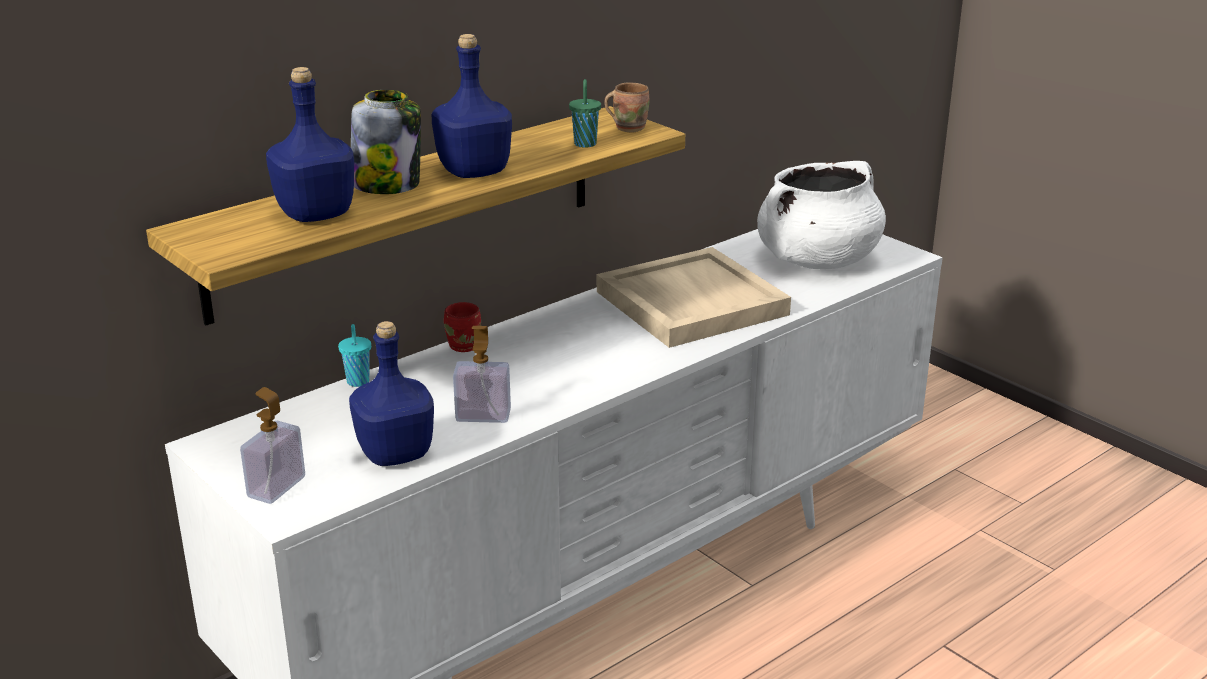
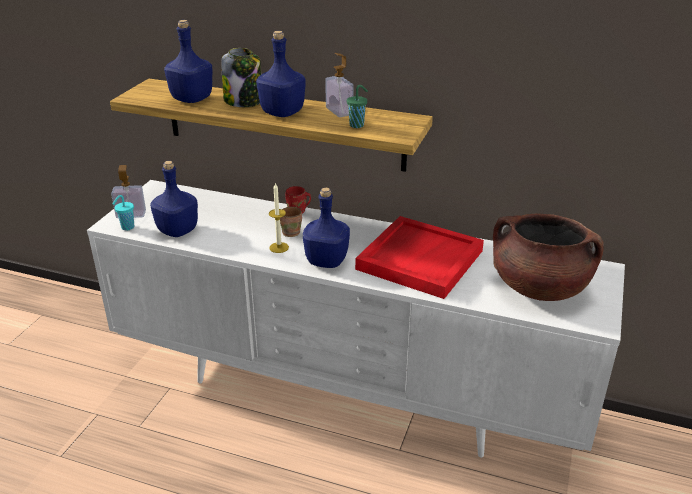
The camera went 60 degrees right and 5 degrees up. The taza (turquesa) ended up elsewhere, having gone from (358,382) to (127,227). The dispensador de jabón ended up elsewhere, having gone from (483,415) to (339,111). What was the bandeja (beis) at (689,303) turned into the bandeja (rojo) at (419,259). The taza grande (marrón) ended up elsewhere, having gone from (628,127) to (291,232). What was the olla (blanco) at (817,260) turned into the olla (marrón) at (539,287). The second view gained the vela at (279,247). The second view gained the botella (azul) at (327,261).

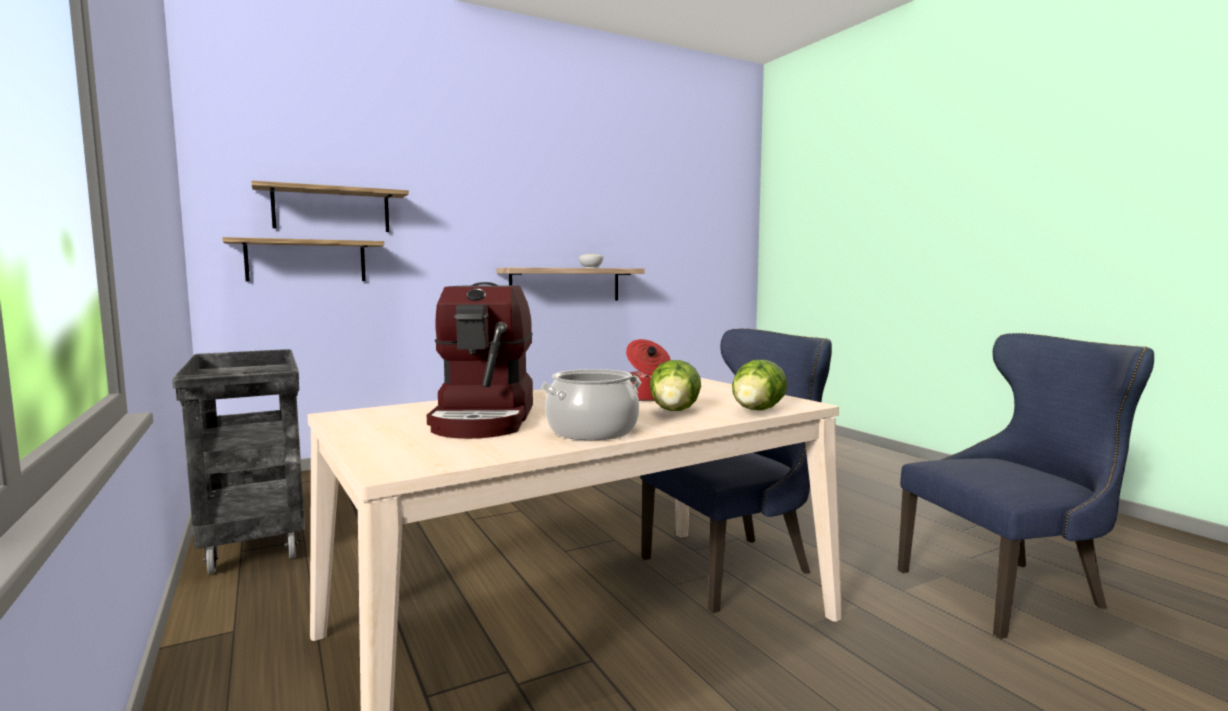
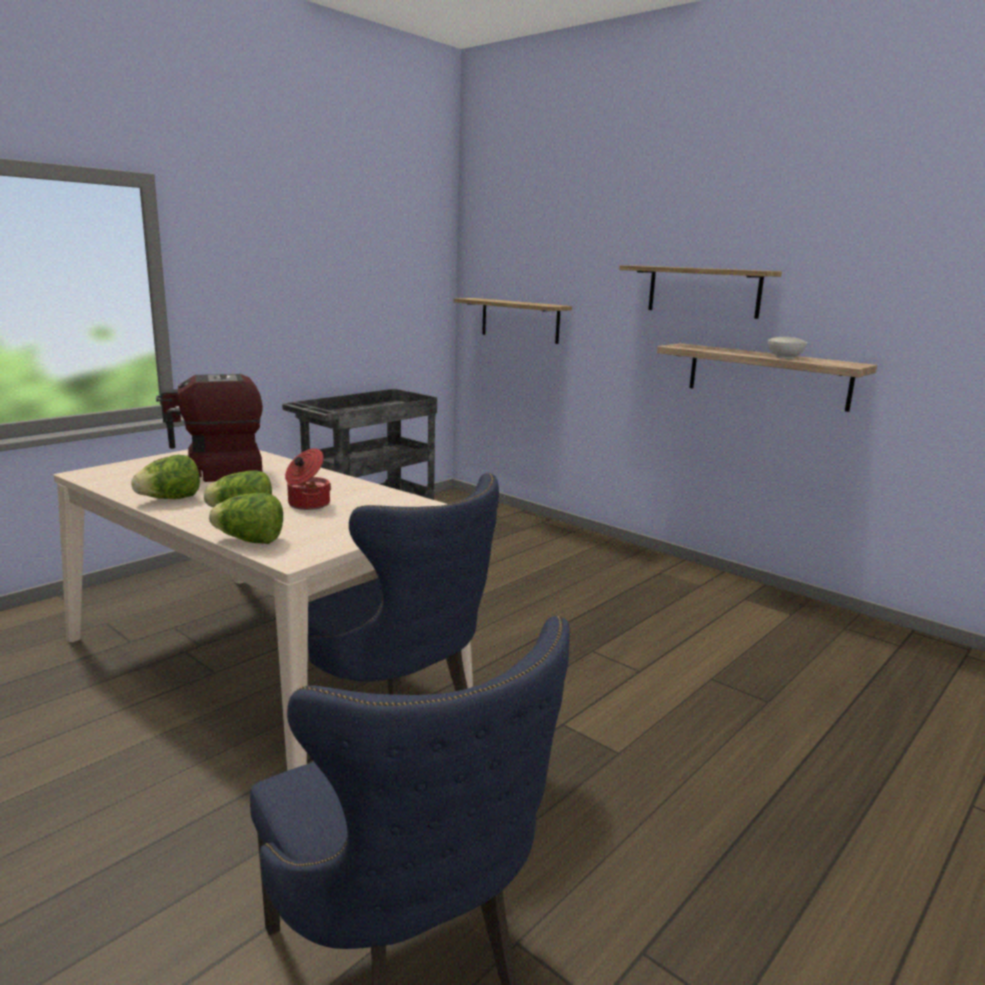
The camera went 70 degrees right and 10 degrees up. The estante ended up elsewhere, having gone from (332,210) to (703,291). Where the olla stood at (592,431), the lechuga came to stand at (170,499).

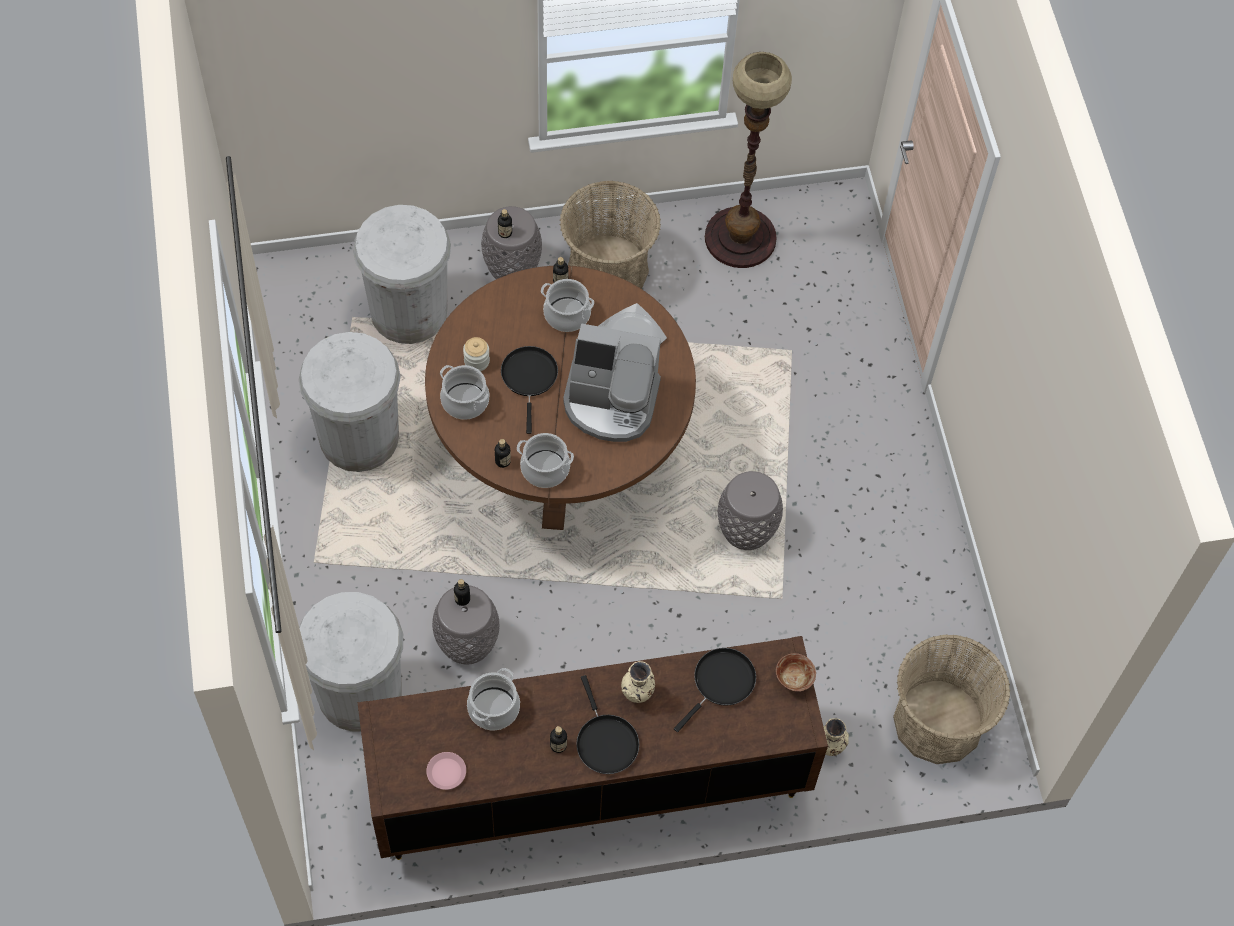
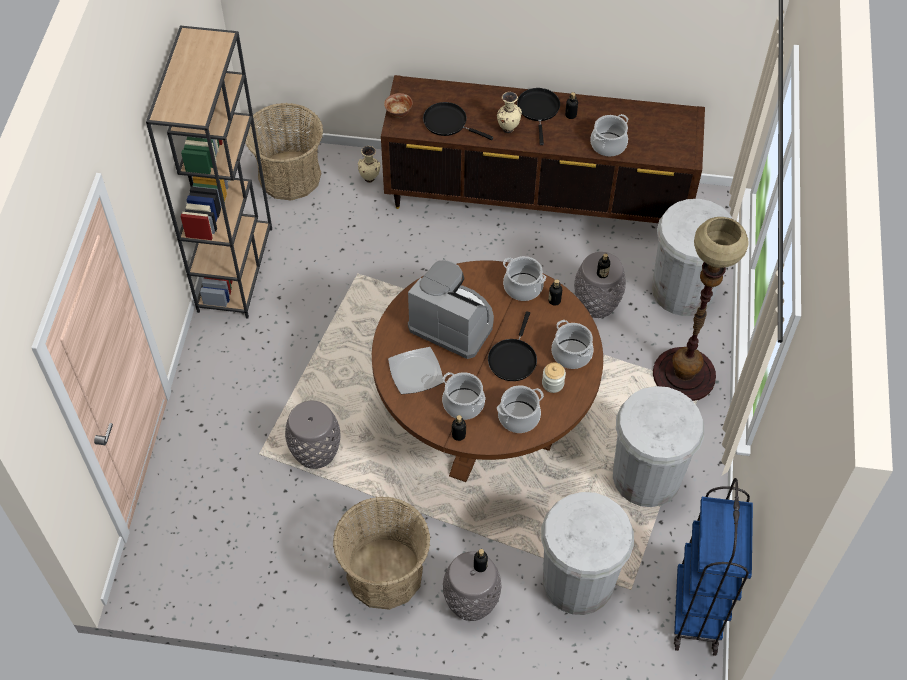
The camera went 160 degrees left and 5 degrees down. The second view lost the plato (rosa) at (446,772). The sartén (negro) at (721,683) ended up facing another way, 60 degrees clockwise from before. The lámpara de pie ended up elsewhere, having gone from (740,238) to (684,374). The taburete (gris) ended up elsewhere, having gone from (747,529) to (315,451). The second view gained the estantería at (235,269). The second view gained the olla at (518,416). The second view gained the carrito (azul) at (697,610).

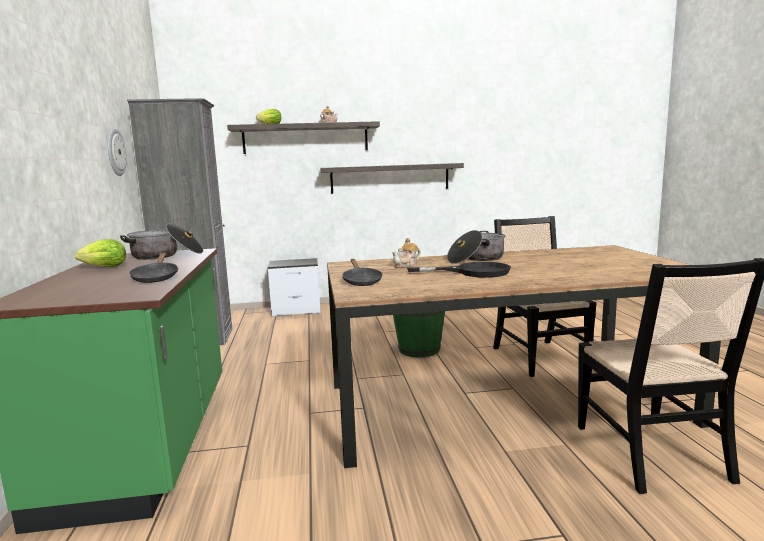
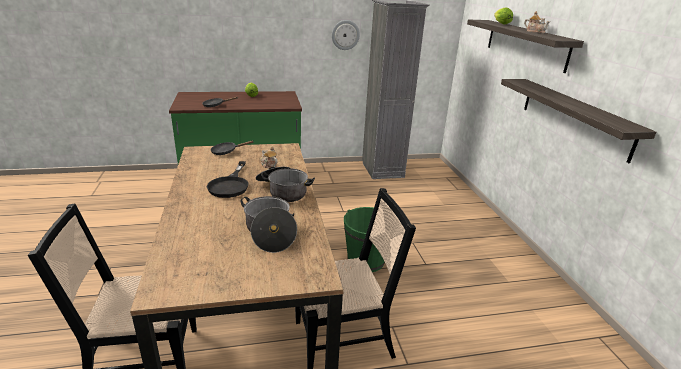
The camera went 85 degrees right and 15 degrees up. The olla ended up elsewhere, having gone from (166,255) to (269,233). The second view lost the mesita de noche at (297,310).

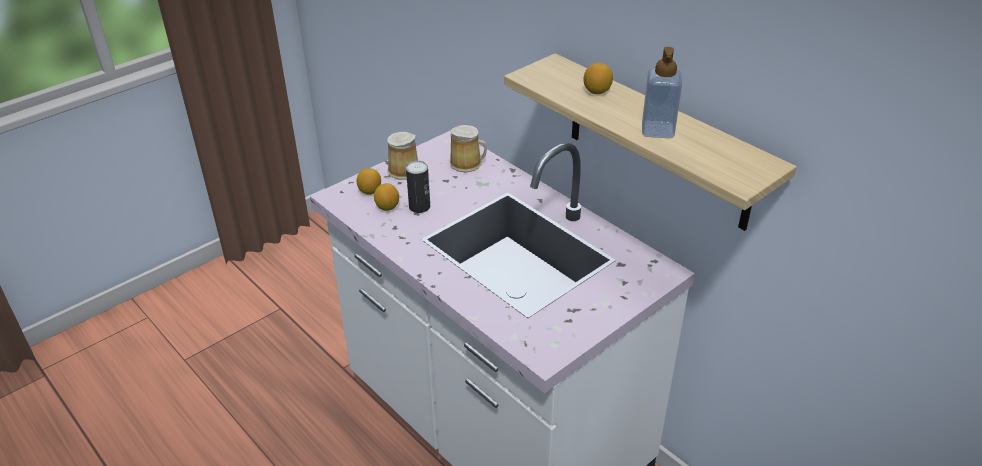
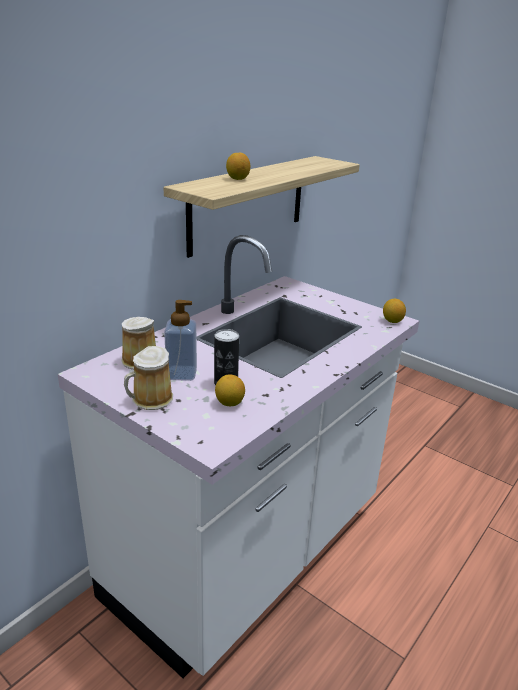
The camera went 100 degrees left and 10 degrees down. The limón ended up elsewhere, having gone from (370,191) to (392,321). The dispensador de jabón ended up elsewhere, having gone from (657,130) to (181,374).

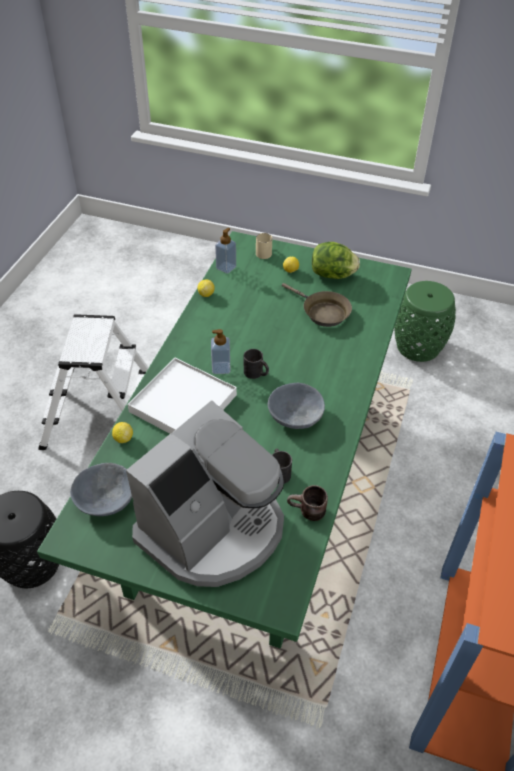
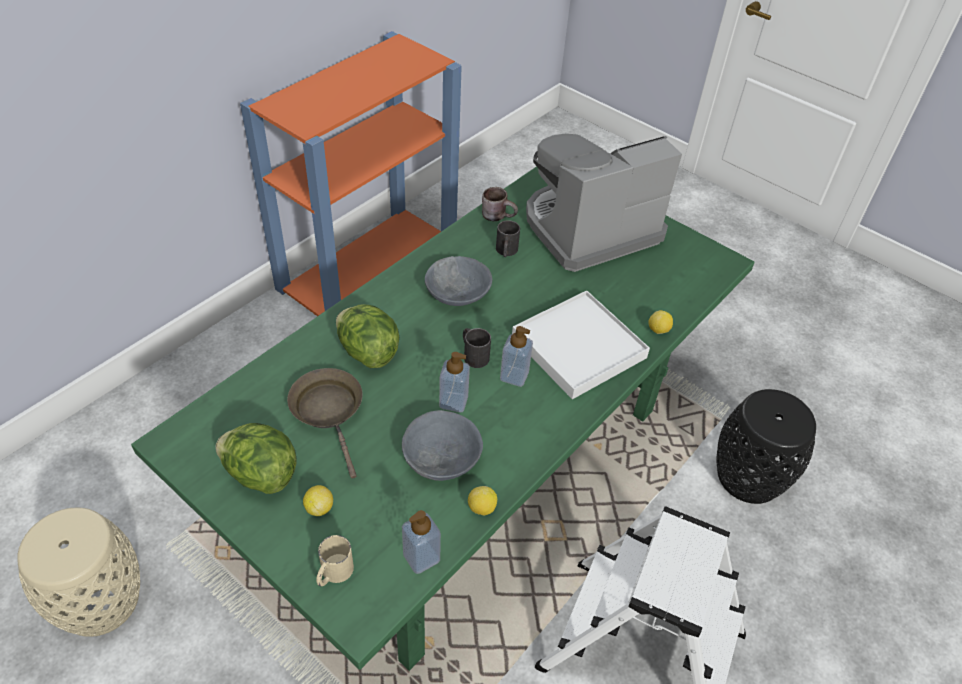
The camera went 160 degrees left and 0 degrees up. The cuenco (gris) ended up elsewhere, having gone from (105,500) to (442,457). What was the taburete (verde) at (418,347) turned into the taburete (beis) at (100,601). The second view gained the lechuga at (367,352). The second view gained the dispensador de jabón at (453,402).

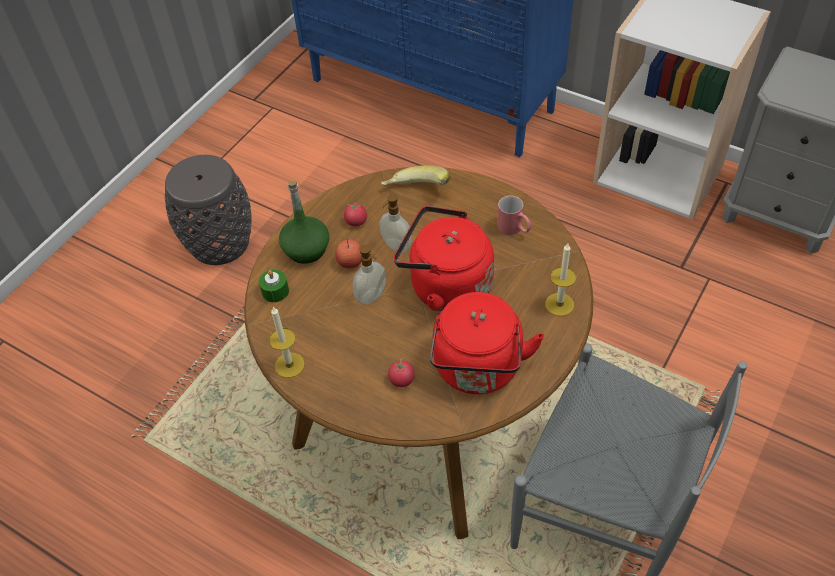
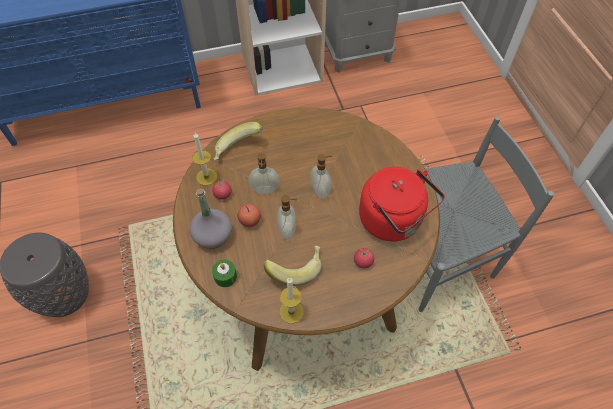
The camera went 50 degrees left and 5 degrees up. What was the botella (verde) at (306,249) turned into the botella (gris) at (212,235). Where the hervidor (rojo) stood at (445,286), the dispensador de jabón came to stand at (321,190). The second view lost the taza grande (rojo) at (514,229). The vela ended up elsewhere, having gone from (559,304) to (206,177). The second view gained the plátano at (295,268).

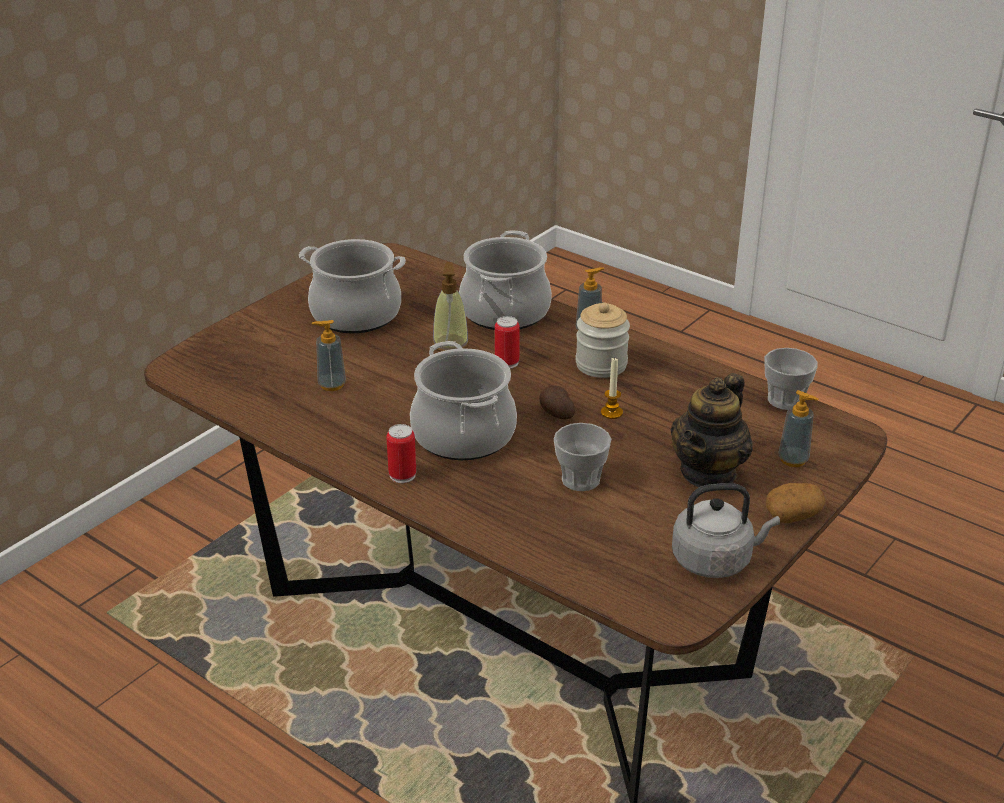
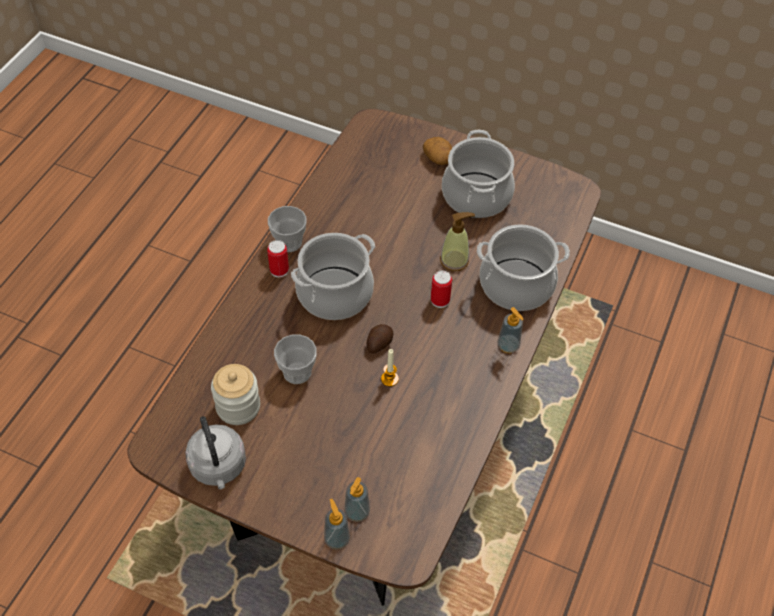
The camera went 75 degrees right and 20 degrees up. The dispensador de jabón ended up elsewhere, having gone from (332,385) to (337,539). The tarro ended up elsewhere, having gone from (601,365) to (238,406). The second view lost the tetera at (709,473). The taza ended up elsewhere, having gone from (785,400) to (289,242). The patata ended up elsewhere, having gone from (793,514) to (439,158).

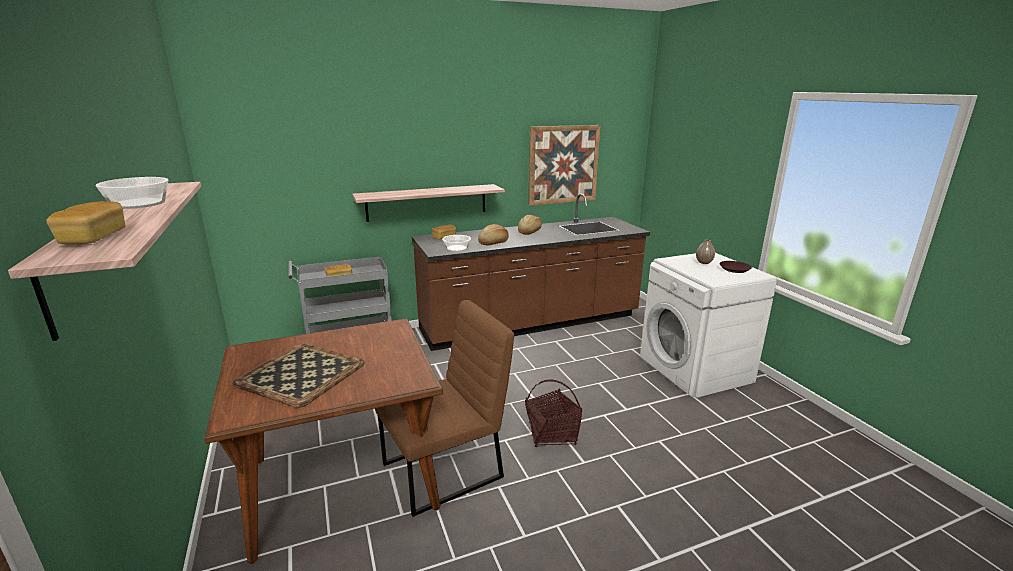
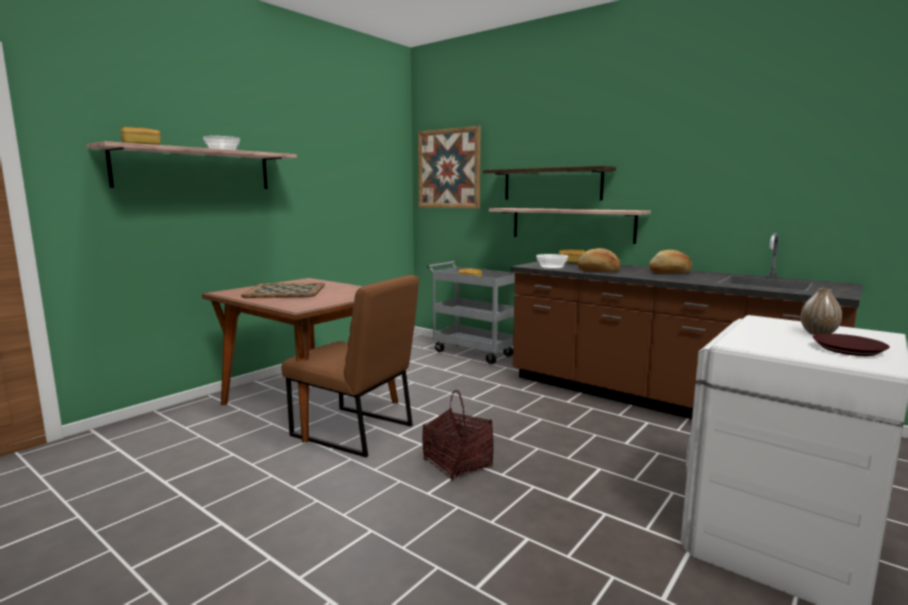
The camera went 60 degrees right and 10 degrees down. The cuadro ended up elsewhere, having gone from (563,164) to (449,168). The second view gained the estante at (551,184).

